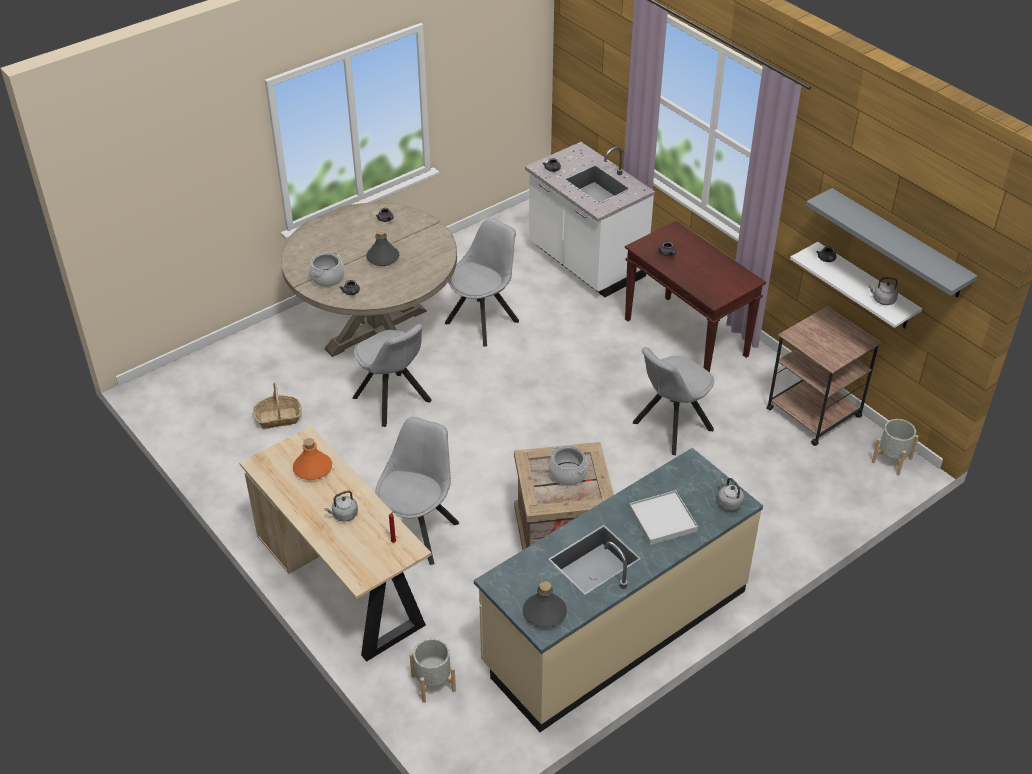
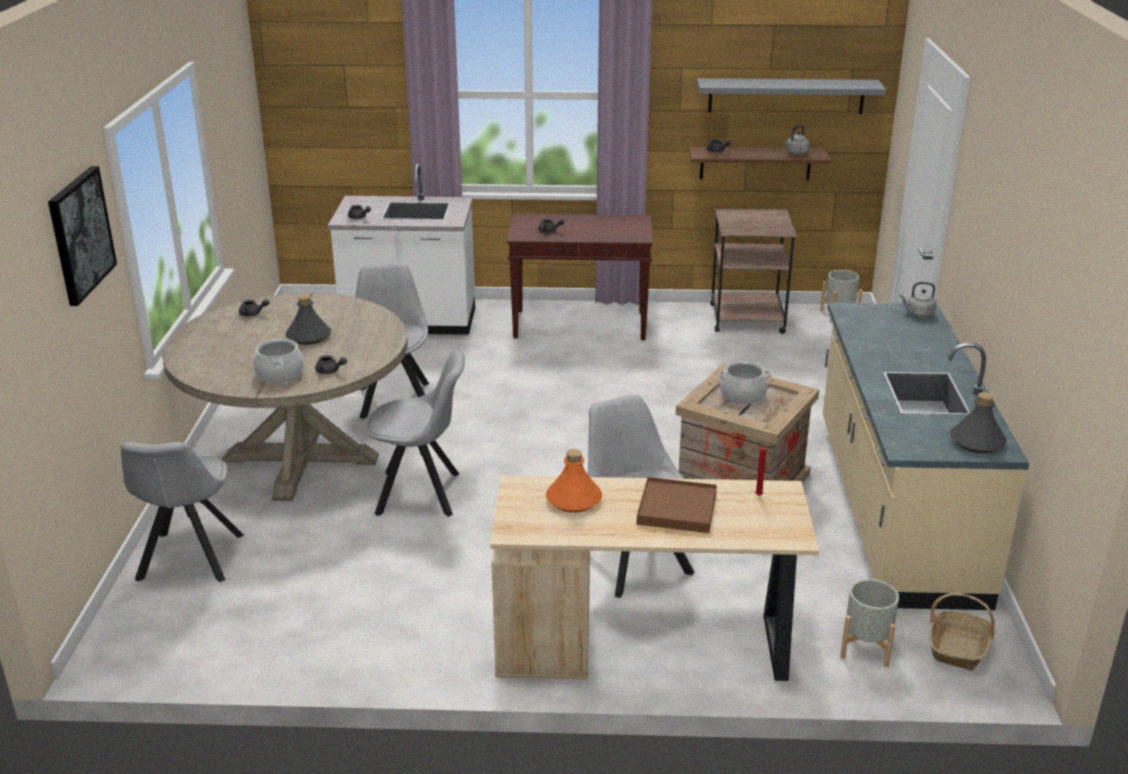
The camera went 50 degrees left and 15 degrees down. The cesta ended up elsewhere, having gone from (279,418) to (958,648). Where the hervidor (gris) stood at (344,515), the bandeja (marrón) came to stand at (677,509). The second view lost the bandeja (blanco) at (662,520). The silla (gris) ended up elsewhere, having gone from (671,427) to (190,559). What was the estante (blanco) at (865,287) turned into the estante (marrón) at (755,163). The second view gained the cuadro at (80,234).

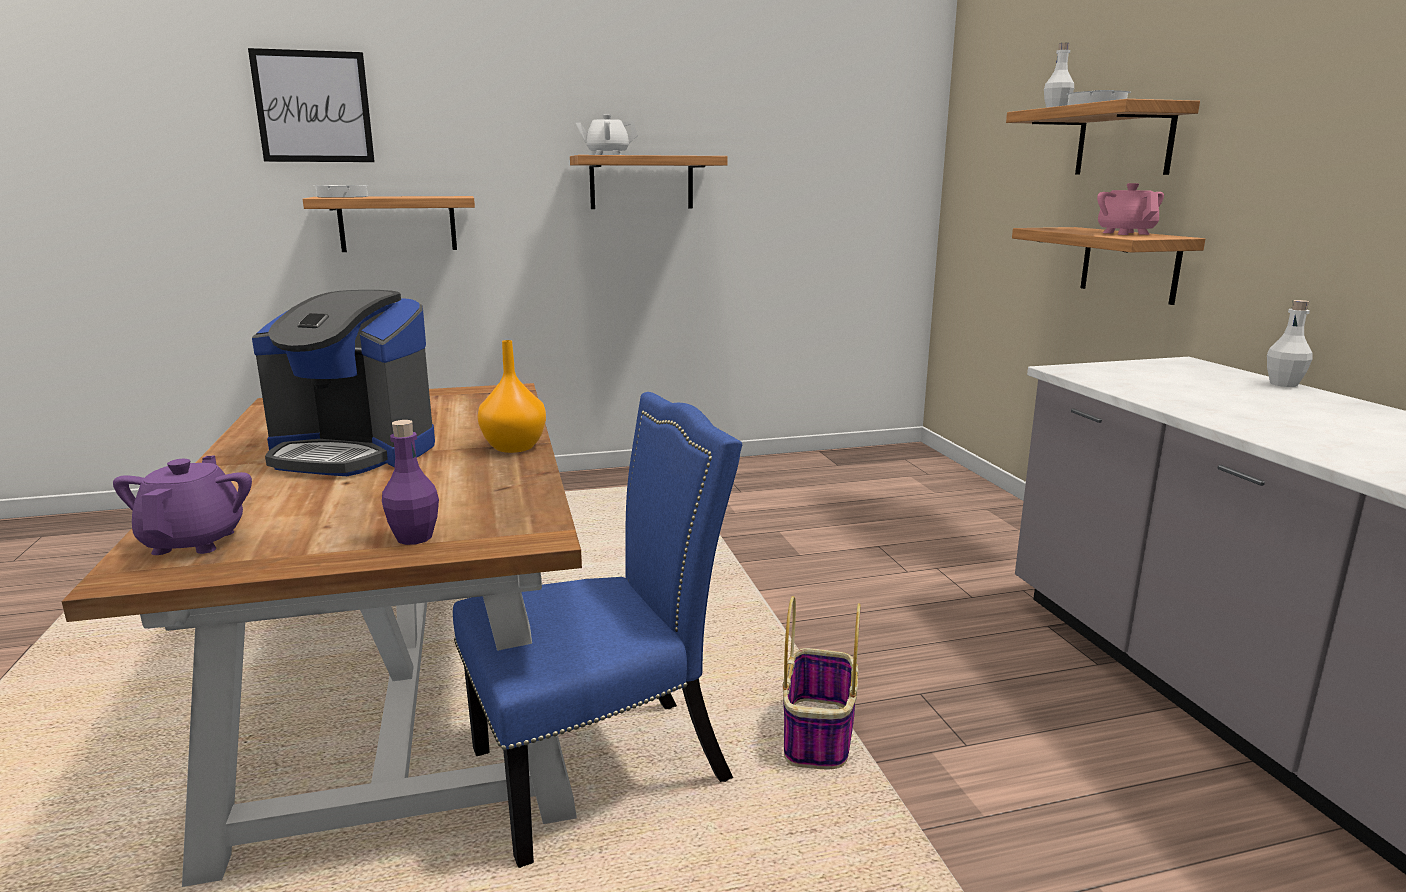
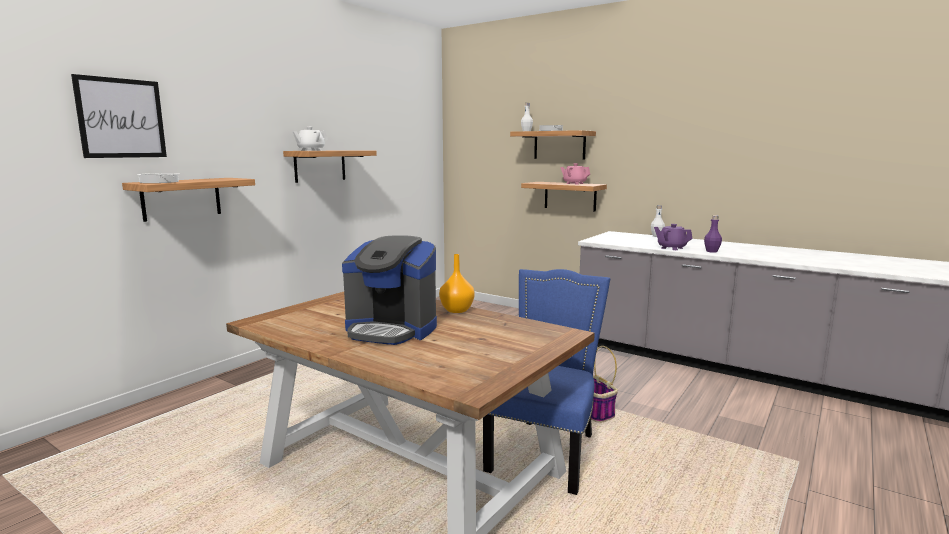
The camera went 40 degrees left and 5 degrees down. The tetera (morado) ended up elsewhere, having gone from (194,541) to (671,248). The cafetera at (353,452) ended up facing another way, 45 degrees clockwise from before. The botella (morado) ended up elsewhere, having gone from (414,538) to (711,251).

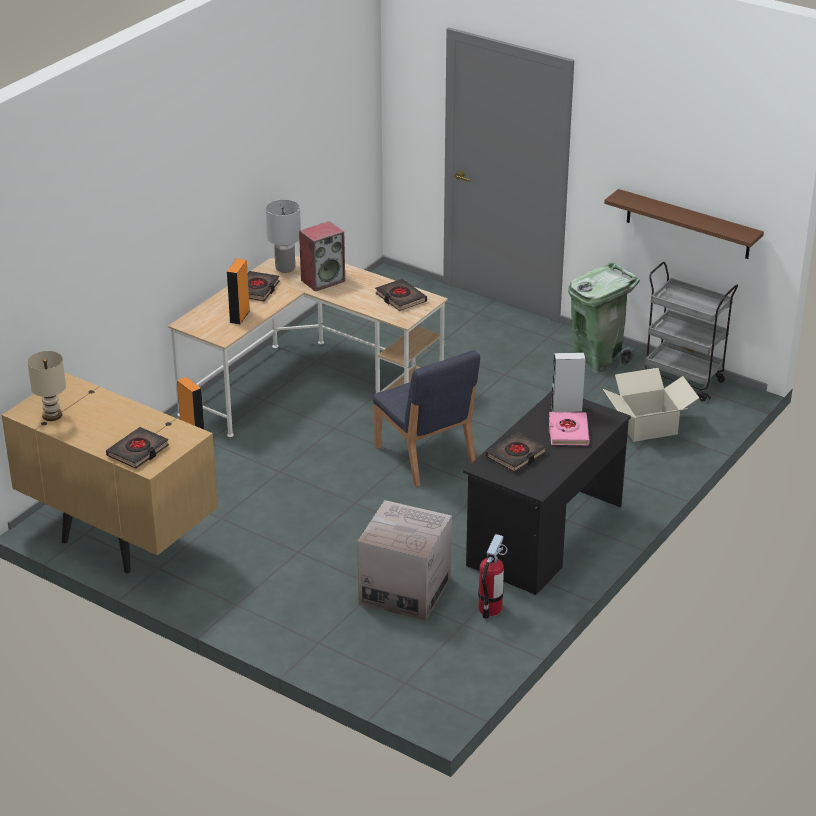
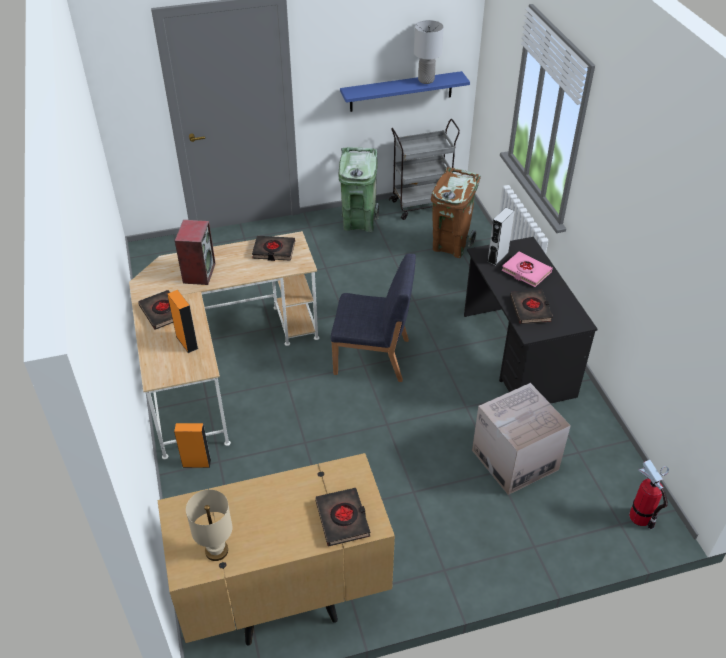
The camera went 50 degrees left and 10 degrees up. The lámpara de mesa (gris) ended up elsewhere, having gone from (285,270) to (426,81). The extintor ended up elsewhere, having gone from (490,608) to (640,517). Where the caja de cartón stood at (648,427), the papelera (marrón) came to stand at (450,246). What was the estante (marrón) at (688,224) turned into the estante (azul) at (401,91).

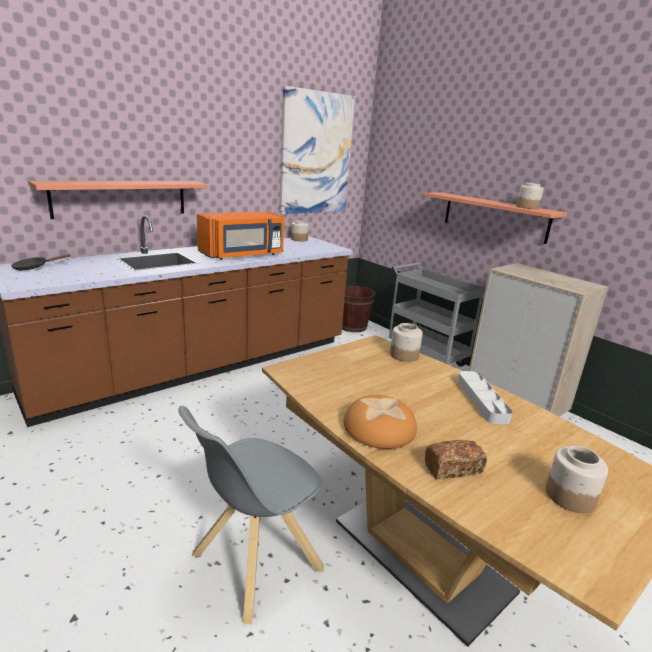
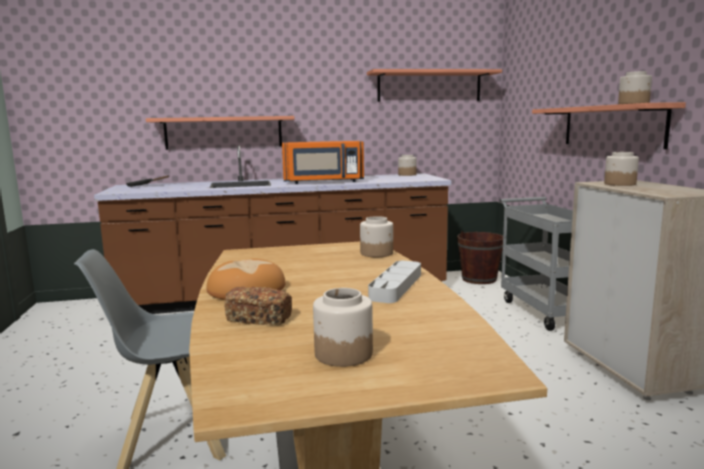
The camera went 30 degrees right and 10 degrees down. Where the cuadro hung at (316,154), the estante came to hang at (429,86). The second view gained the tarro at (619,184).

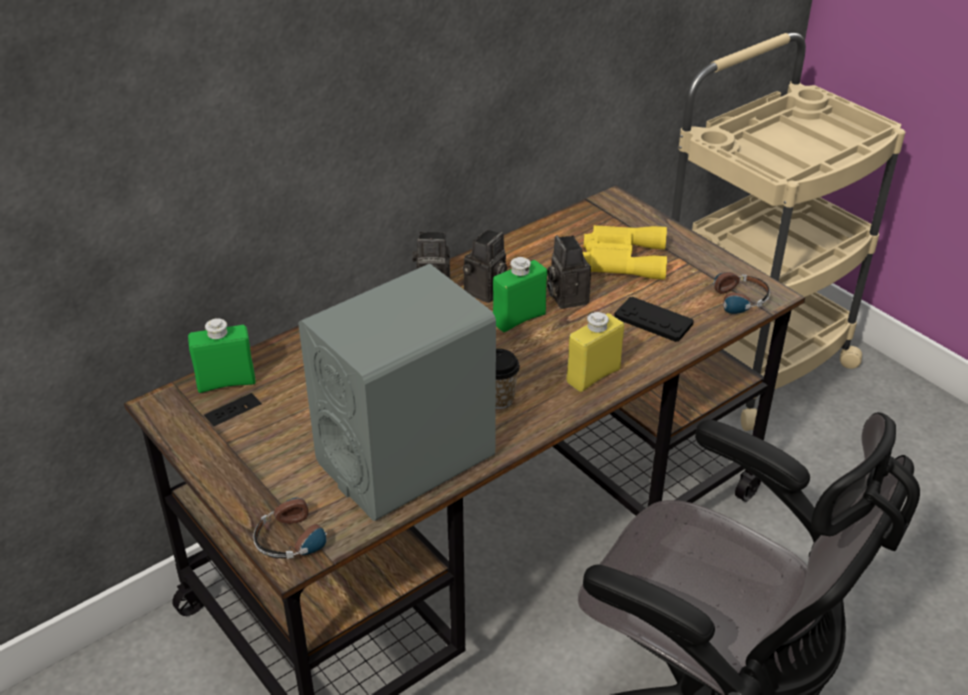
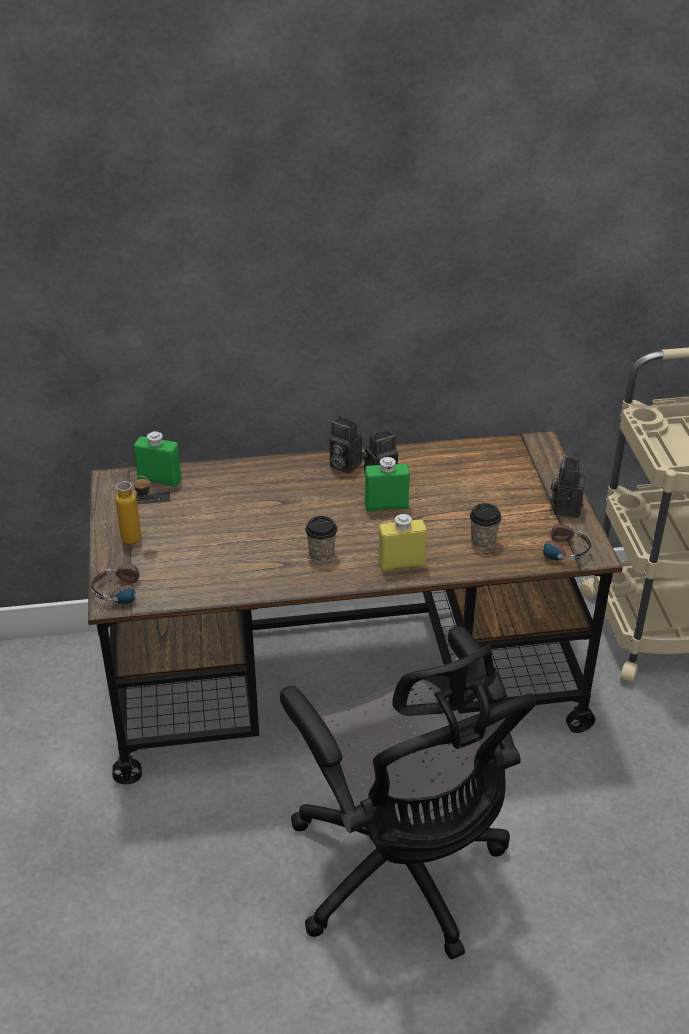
The camera went 30 degrees right and 0 degrees up. The second view lost the altavoz (gris) at (406,459). The cámara ended up elsewhere, having gone from (566,297) to (565,507). The second view lost the prismáticos (amarillo) at (621,259). Where the mando de consola (negro) stood at (653,320), the taza came to stand at (483,542). The second view gained the botella at (139,540).

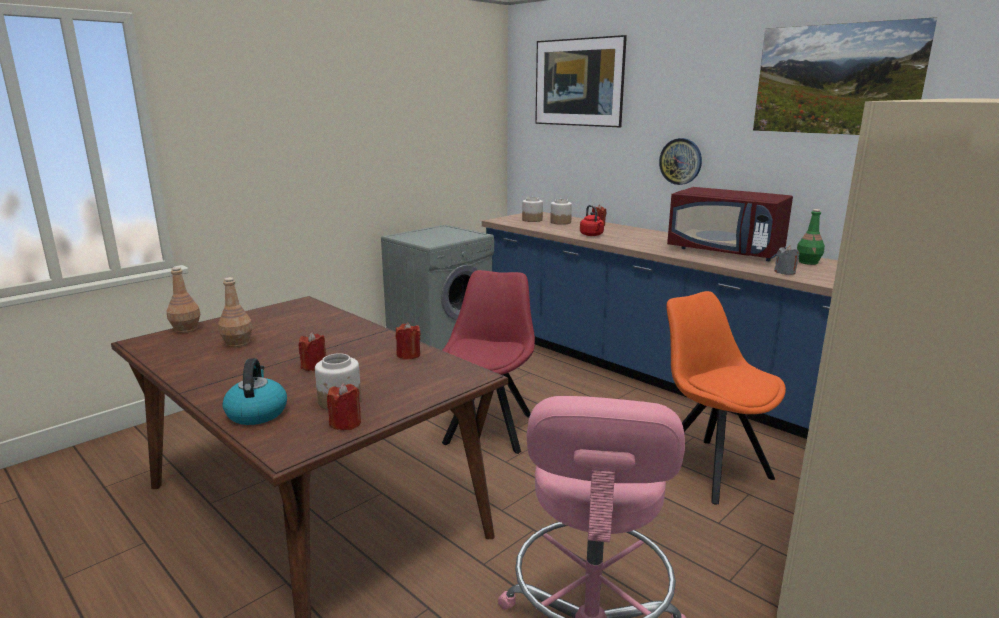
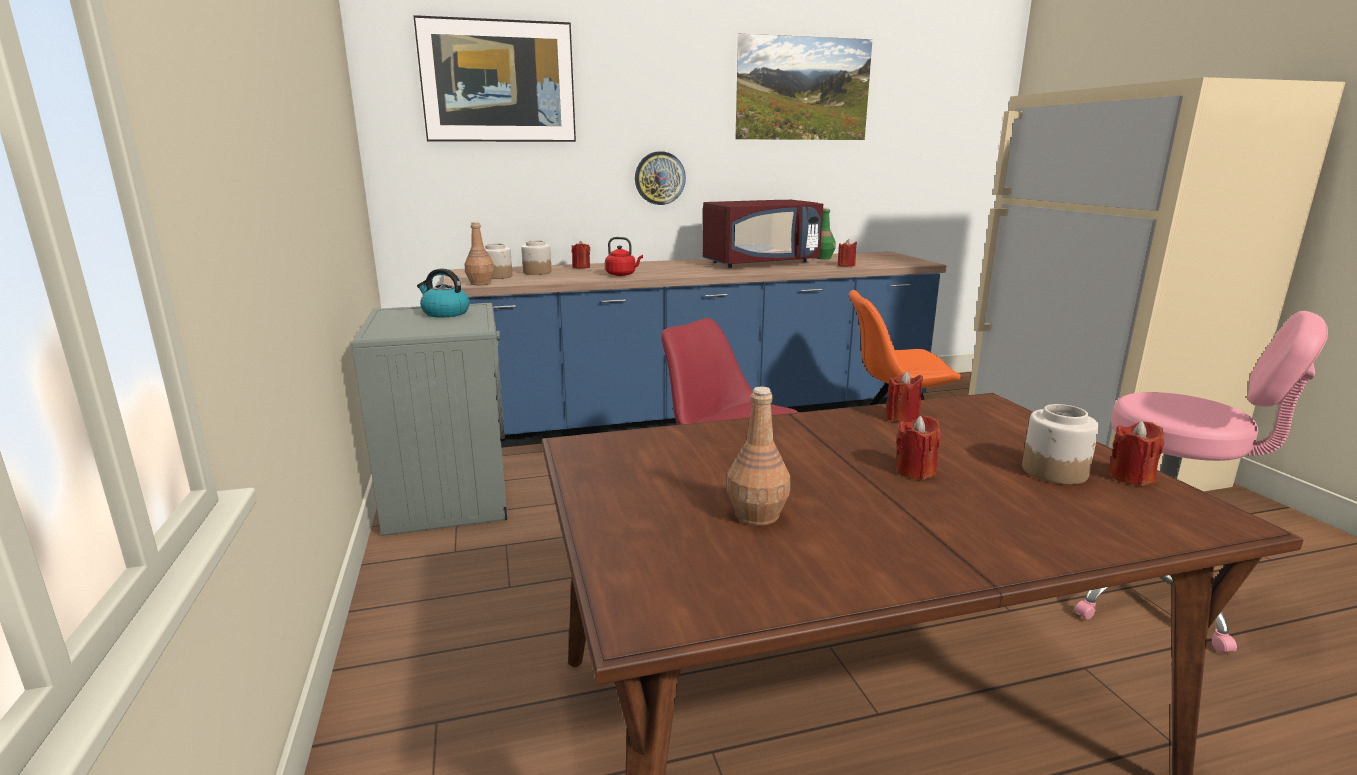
The camera went 60 degrees left and 0 degrees up. The botella (marrón) ended up elsewhere, having gone from (185,329) to (480,283). The hervidor ended up elsewhere, having gone from (256,413) to (445,313). What was the vela (gris) at (785,272) turned into the vela (rojo) at (846,265).

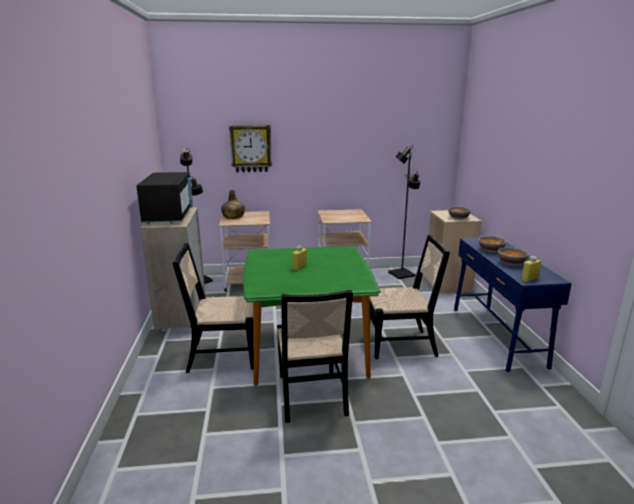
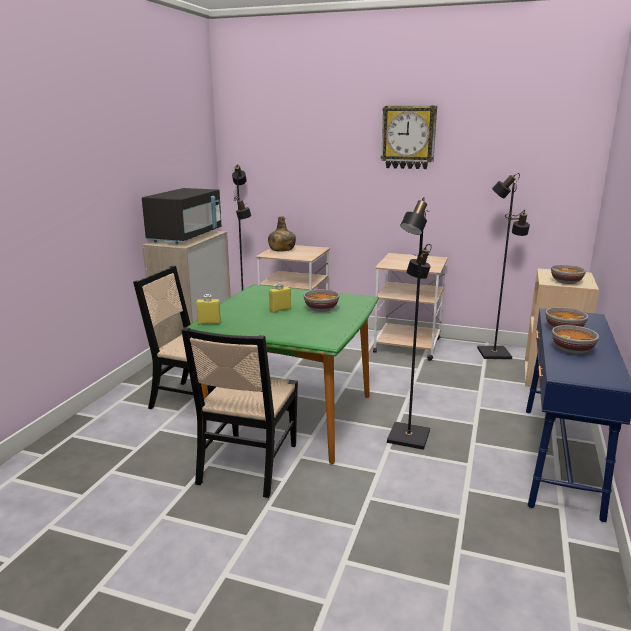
The camera went 25 degrees right and 0 degrees up. The reloj de pared ended up elsewhere, having gone from (251,148) to (408,137). Where the silla stood at (400,344), the lámpara de pie (negro) came to stand at (408,436). The botella (amarillo) ended up elsewhere, having gone from (529,279) to (209,323). The second view gained the cuenco at (321,309).

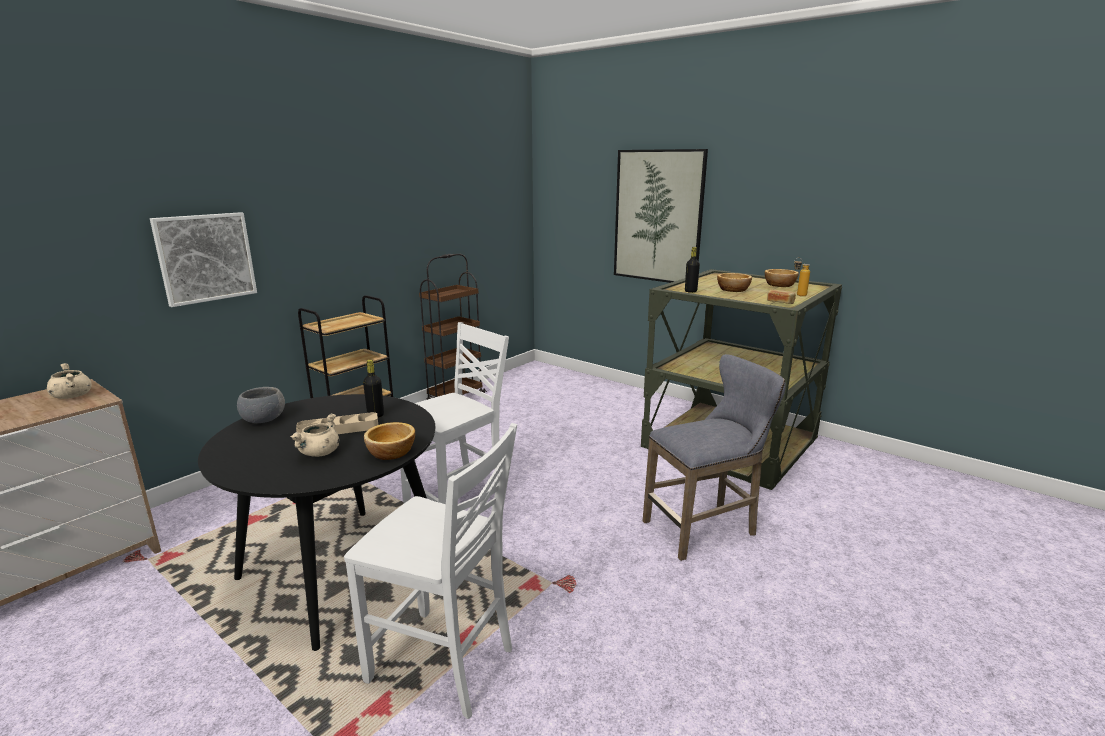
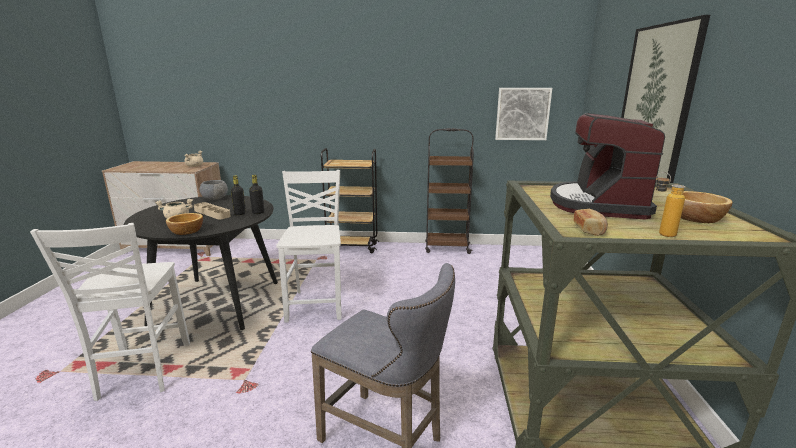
The camera went 55 degrees right and 0 degrees up. The cuadro ended up elsewhere, having gone from (206,258) to (522,114). The silla (blanco) at (458,501) ended up facing another way, 105 degrees counterclockwise from before. The botella (negro) ended up elsewhere, having gone from (690,291) to (258,212). Where the cuenco stood at (733,290), the cafetera came to stand at (598,204).

